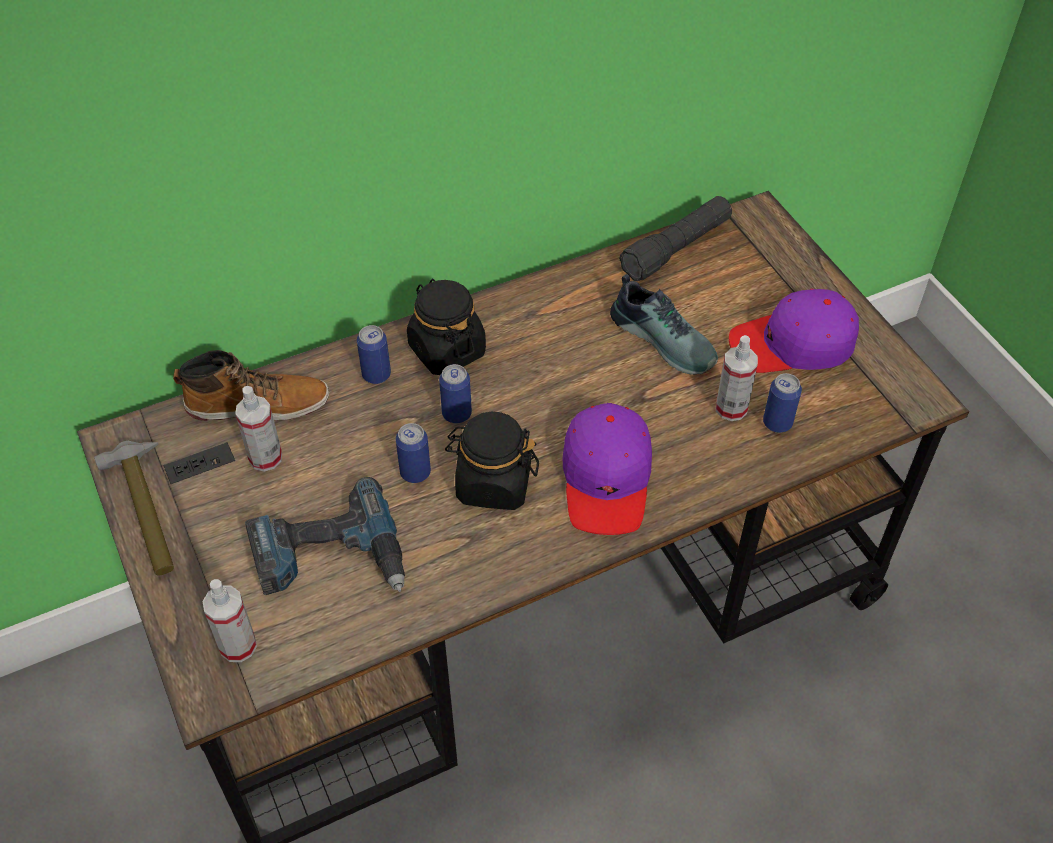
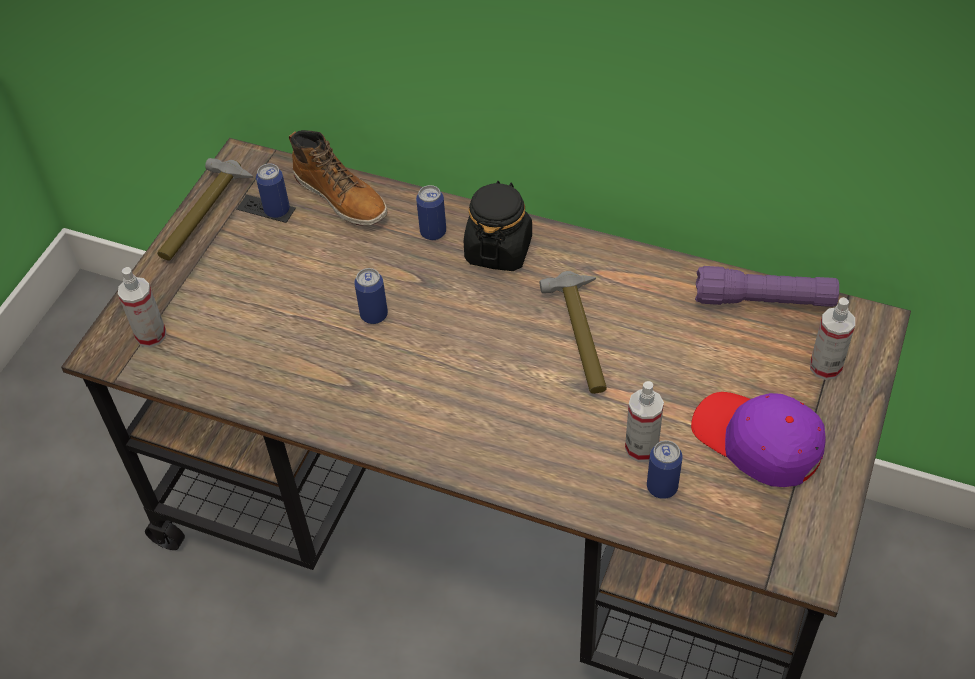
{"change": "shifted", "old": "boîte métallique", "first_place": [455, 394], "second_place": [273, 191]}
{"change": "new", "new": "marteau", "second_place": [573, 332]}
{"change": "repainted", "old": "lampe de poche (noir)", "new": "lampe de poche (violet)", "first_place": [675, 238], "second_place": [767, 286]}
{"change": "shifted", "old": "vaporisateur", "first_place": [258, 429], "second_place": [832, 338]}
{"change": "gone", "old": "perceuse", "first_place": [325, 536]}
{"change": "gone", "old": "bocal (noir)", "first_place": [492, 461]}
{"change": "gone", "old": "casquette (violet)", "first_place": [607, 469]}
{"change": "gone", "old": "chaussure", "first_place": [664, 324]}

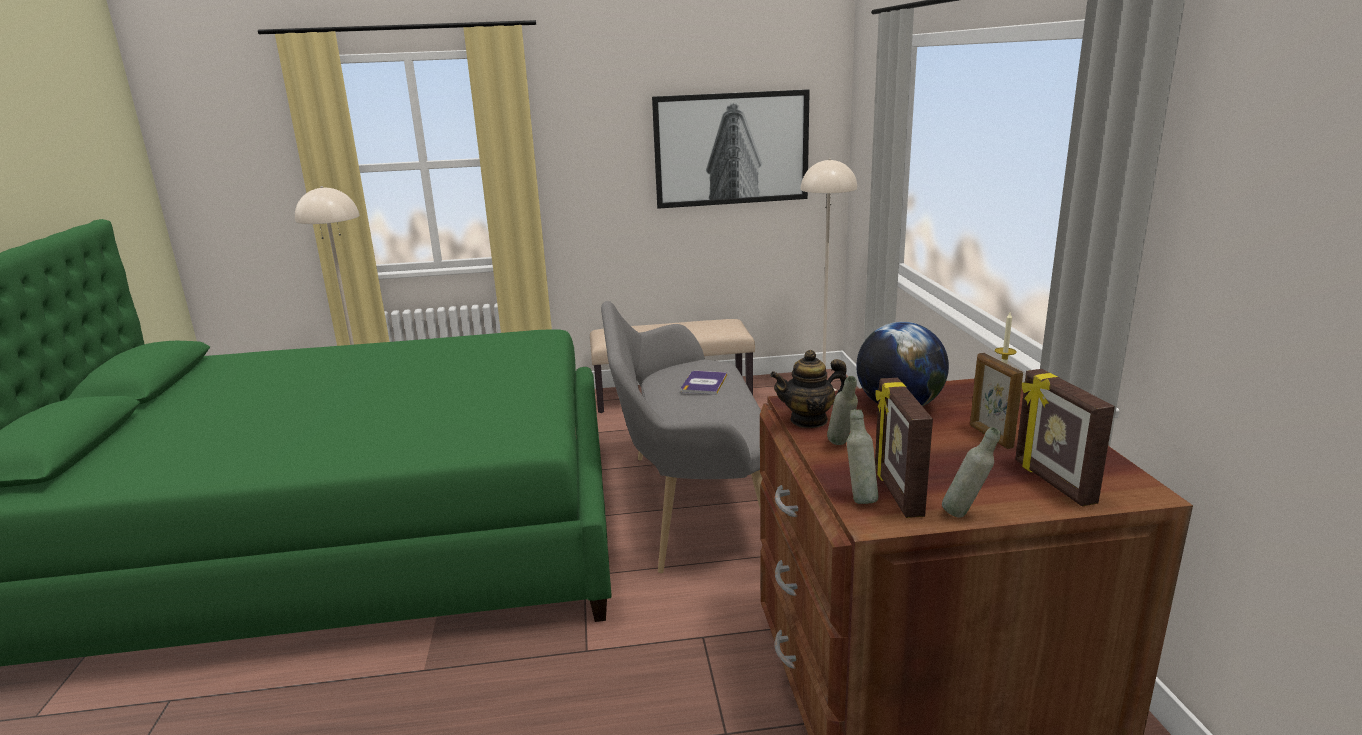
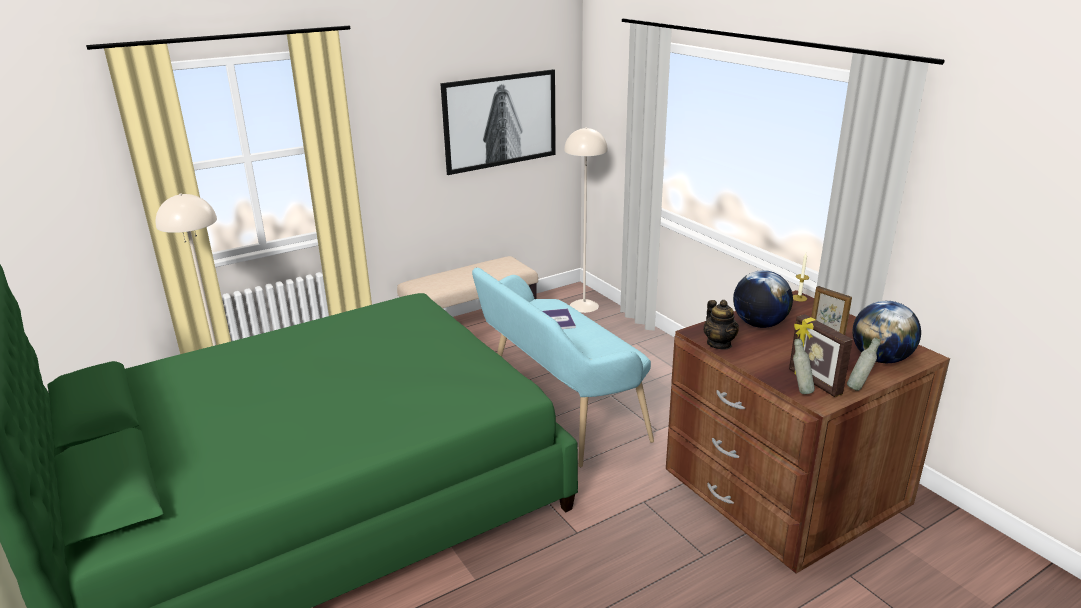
{"change": "repainted", "old": "banc (gris)", "new": "banc (turquoise)", "first_place": [682, 437], "second_place": [563, 367]}
{"change": "rotated", "old": "théière", "first_place": [808, 389], "second_place": [721, 325], "degrees": -75}
{"change": "swapped", "old": "cadre photo", "new": "globe", "first_place": [1065, 437], "second_place": [887, 332]}
{"change": "gone", "old": "bouteille (gris)", "first_place": [842, 410]}

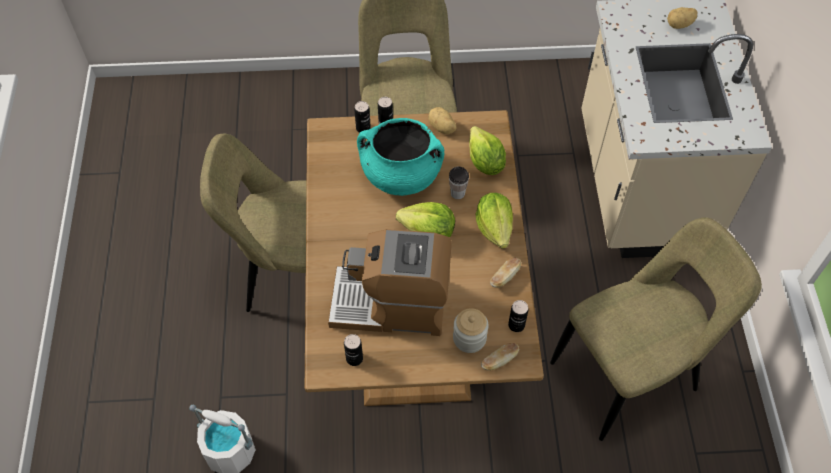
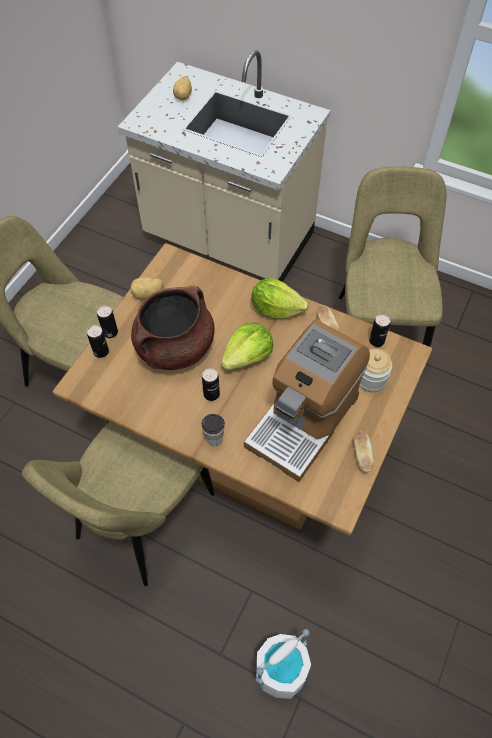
{"change": "repainted", "old": "marmite (turquoise)", "new": "marmite (marron)", "first_place": [400, 157], "second_place": [173, 328]}
{"change": "shifted", "old": "boîte métallique", "first_place": [353, 350], "second_place": [211, 384]}
{"change": "shifted", "old": "tasse", "first_place": [459, 183], "second_place": [213, 430]}
{"change": "shifted", "old": "pain", "first_place": [500, 357], "second_place": [364, 451]}
{"change": "gone", "old": "laitue", "first_place": [487, 150]}

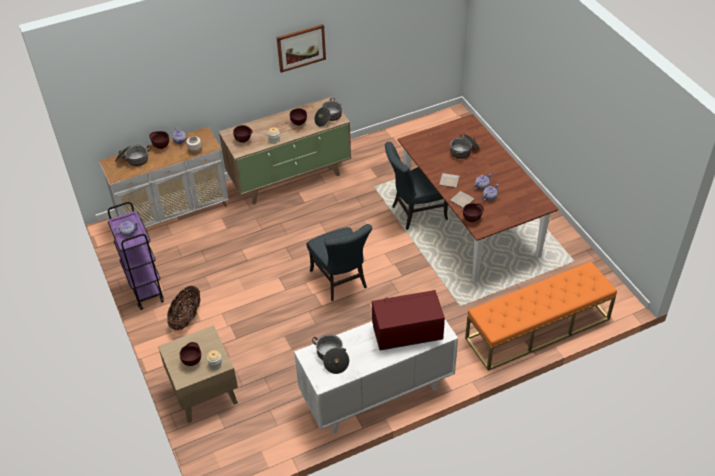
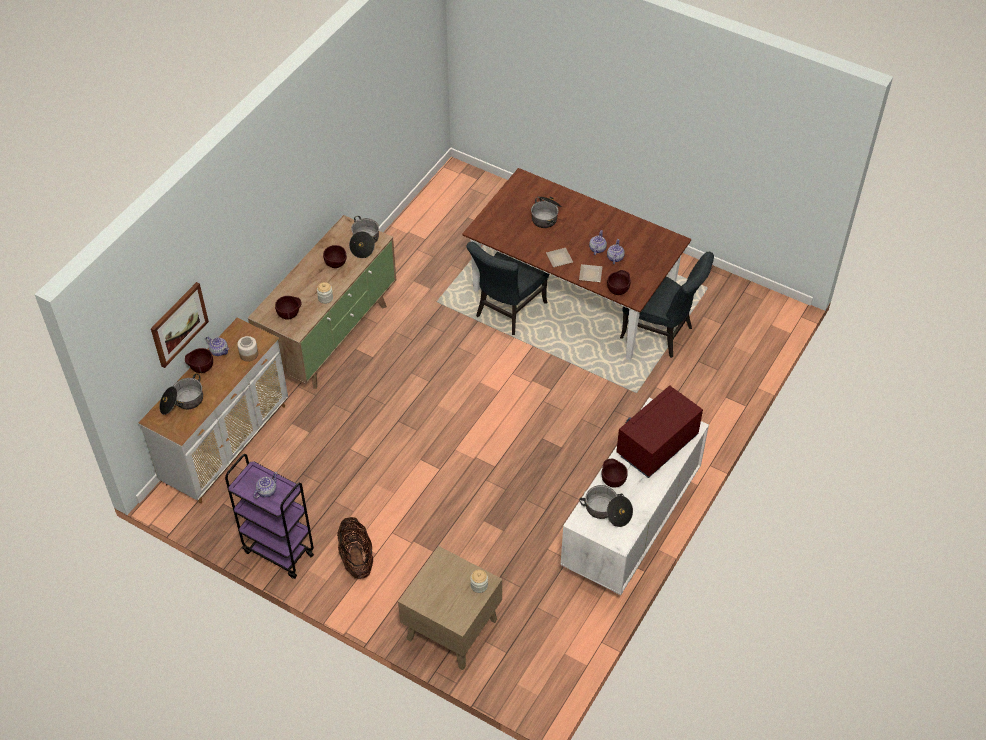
{"change": "shifted", "old": "tableau", "first_place": [301, 48], "second_place": [180, 325]}
{"change": "shifted", "old": "bol (marron)", "first_place": [190, 354], "second_place": [615, 473]}
{"change": "shifted", "old": "chaise (gris)", "first_place": [339, 262], "second_place": [667, 305]}
{"change": "gone", "old": "banc (orange)", "first_place": [541, 316]}

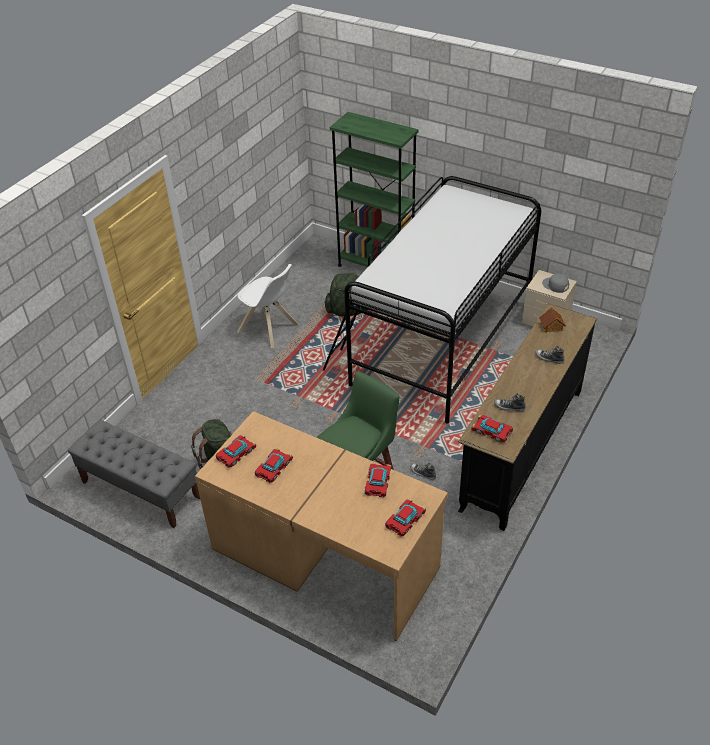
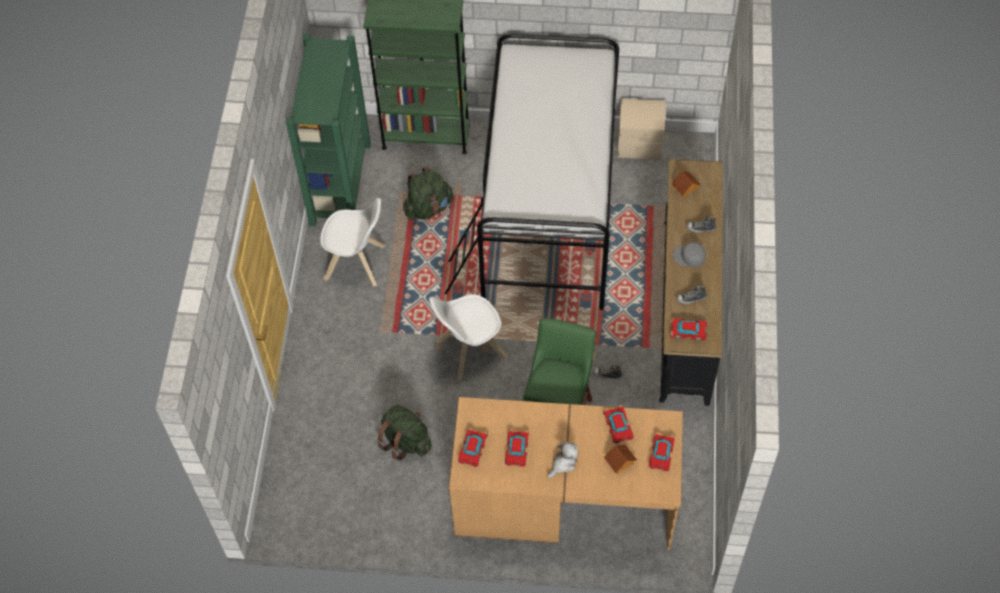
{"change": "new", "new": "bibliothèque (vert)", "second_place": [328, 129]}
{"change": "new", "new": "chaise (blanc)", "second_place": [468, 337]}
{"change": "new", "new": "peluche", "second_place": [563, 459]}
{"change": "new", "new": "maison miniature", "second_place": [620, 459]}
{"change": "shifted", "old": "casquette (gris)", "first_place": [555, 283], "second_place": [689, 255]}
{"change": "gone", "old": "banc (gris)", "first_place": [134, 474]}

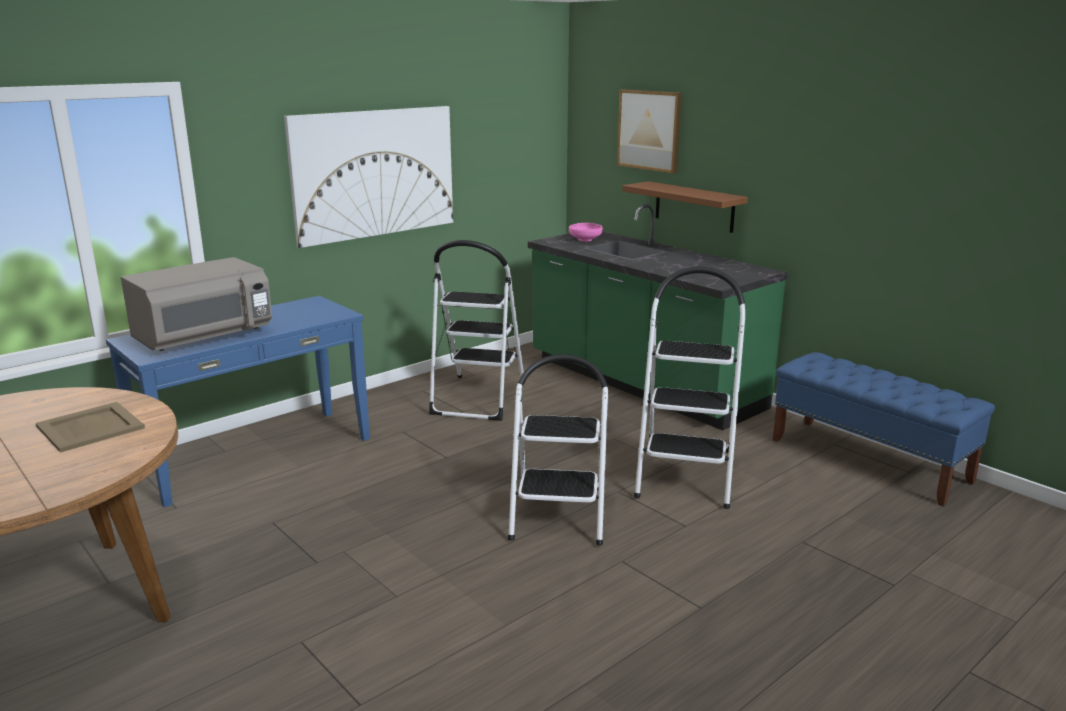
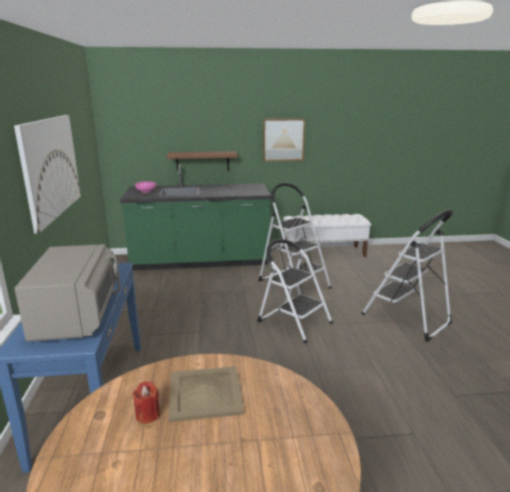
{"change": "new", "new": "bougie (rouge)", "second_place": [146, 402]}
{"change": "shifted", "old": "tableau", "first_place": [649, 131], "second_place": [284, 140]}
{"change": "repainted", "old": "banc (bleu)", "new": "banc (blanc)", "first_place": [884, 429], "second_place": [327, 237]}
{"change": "shifted", "old": "escabeau", "first_place": [476, 330], "second_place": [407, 275]}

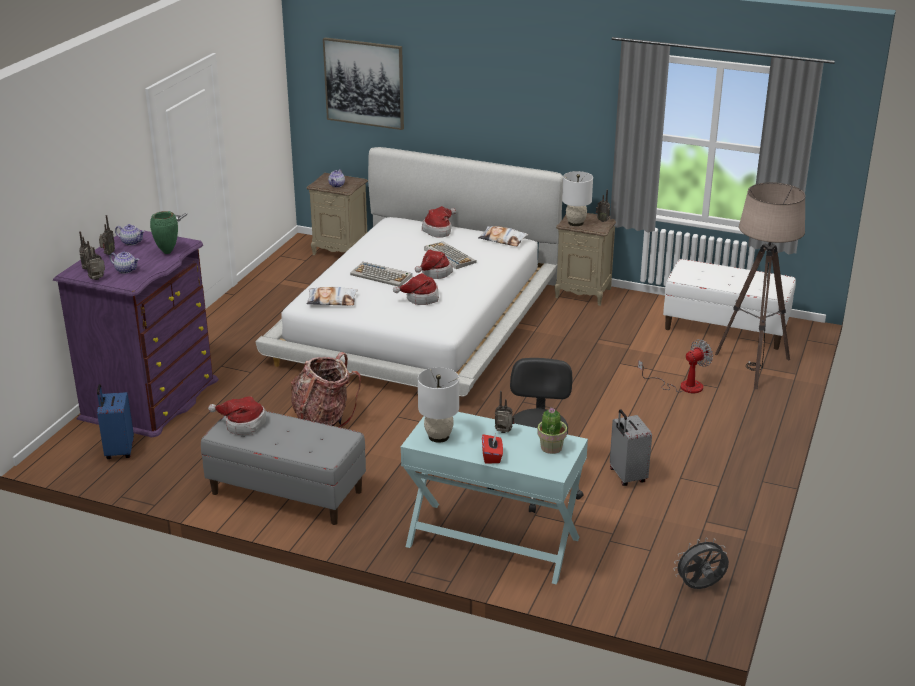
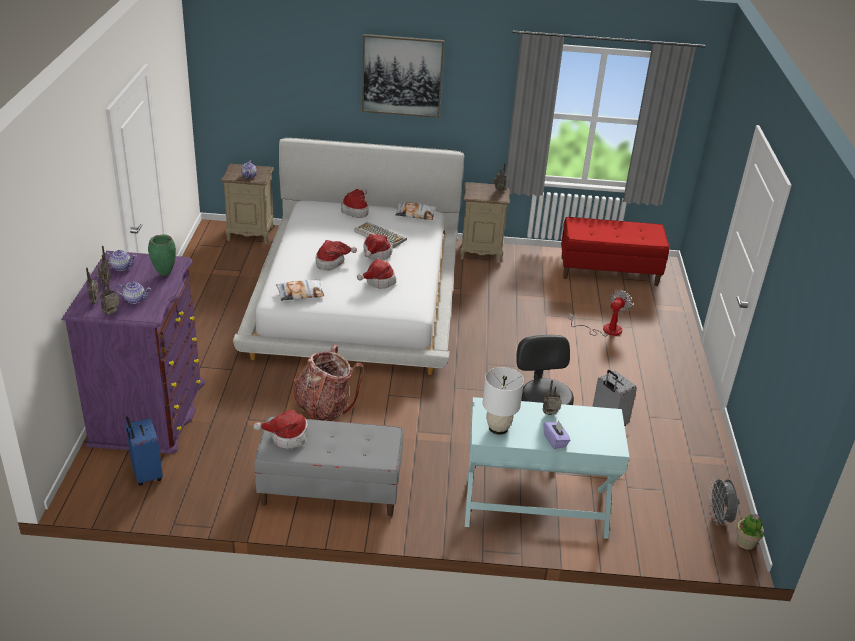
{"change": "swapped", "old": "clavier", "new": "chapeau", "first_place": [381, 274], "second_place": [336, 255]}
{"change": "shifted", "old": "tableau", "first_place": [363, 83], "second_place": [403, 76]}
{"change": "repainted", "old": "boîte à mouchoirs (rouge)", "new": "boîte à mouchoirs (violet)", "first_place": [492, 448], "second_place": [556, 435]}
{"change": "repainted", "old": "banc (blanc)", "new": "banc (rouge)", "first_place": [729, 304], "second_place": [615, 251]}
{"change": "rotated", "old": "ventilateur (gris)", "first_place": [701, 563], "second_place": [724, 501], "degrees": -60}
{"change": "shifted", "old": "plante en pot", "first_place": [552, 431], "second_place": [750, 532]}
{"change": "gone", "old": "lampe de table (blanc)", "first_place": [577, 198]}
{"change": "gone", "old": "lampadaire", "first_place": [760, 285]}

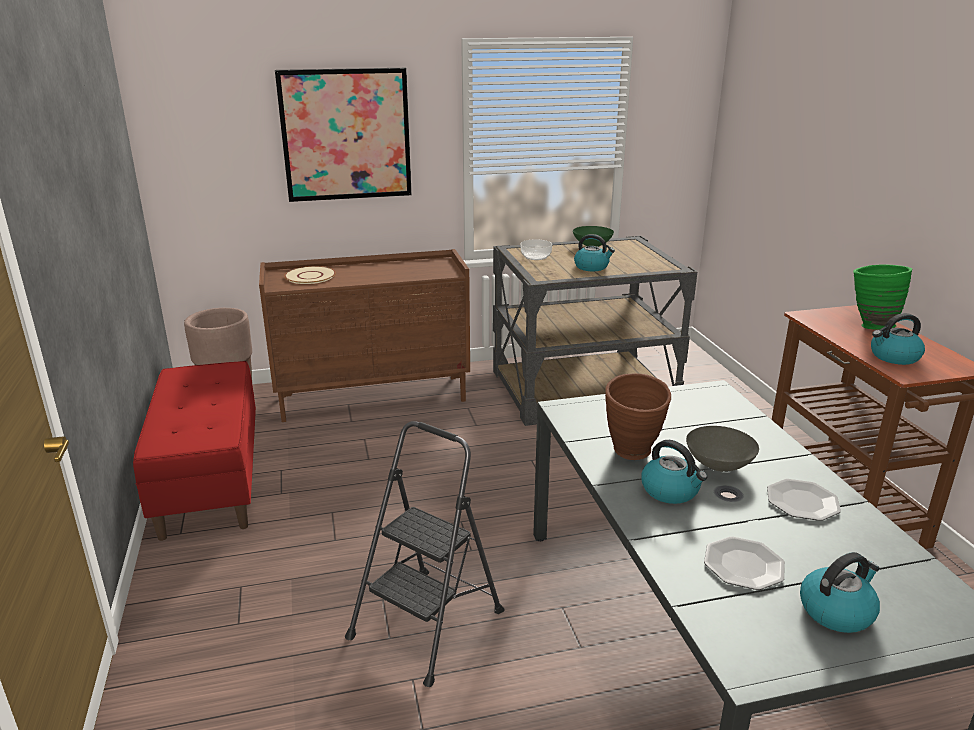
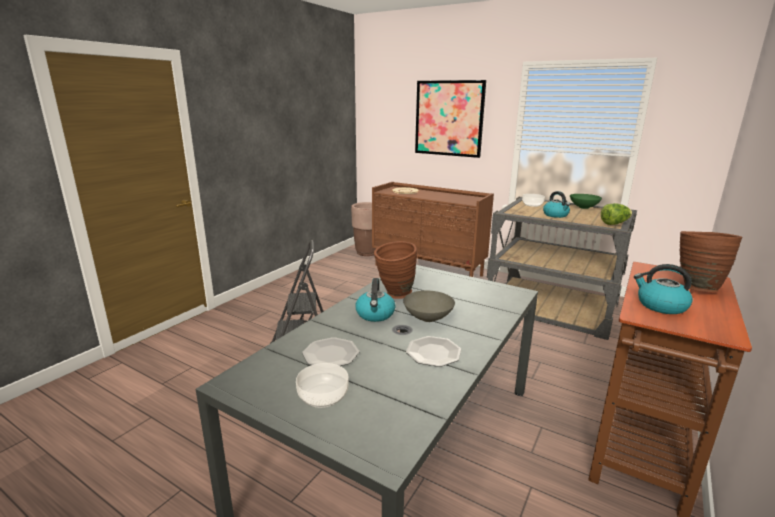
{"change": "swapped", "old": "bouilloire", "new": "bol", "first_place": [840, 592], "second_place": [322, 385]}
{"change": "new", "new": "laitue", "second_place": [616, 214]}
{"change": "repainted", "old": "vase (vert)", "new": "vase (marron)", "first_place": [882, 297], "second_place": [710, 261]}
{"change": "gone", "old": "banc (rouge)", "first_place": [194, 451]}

